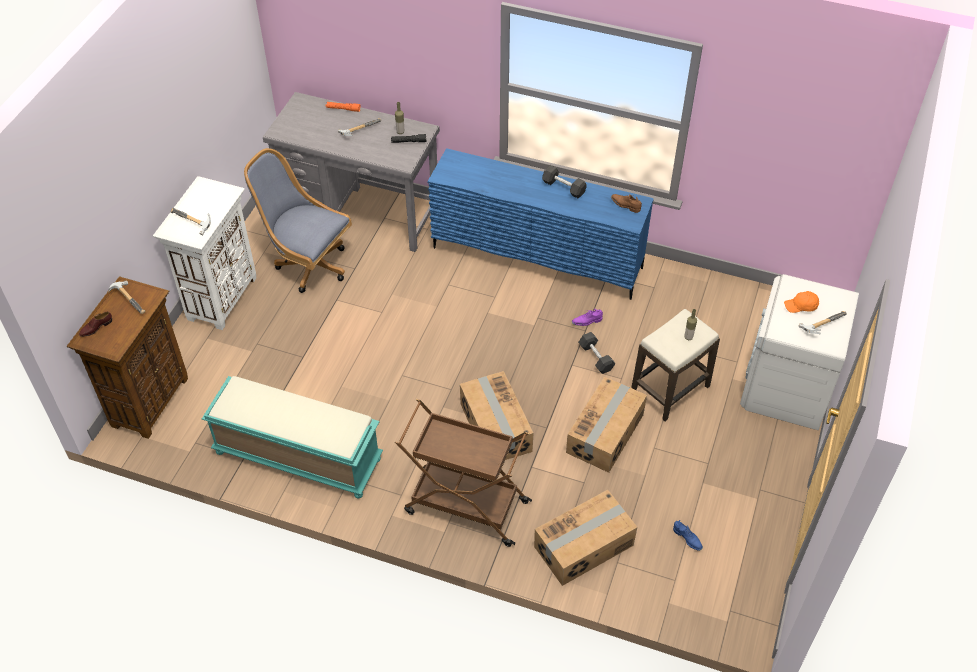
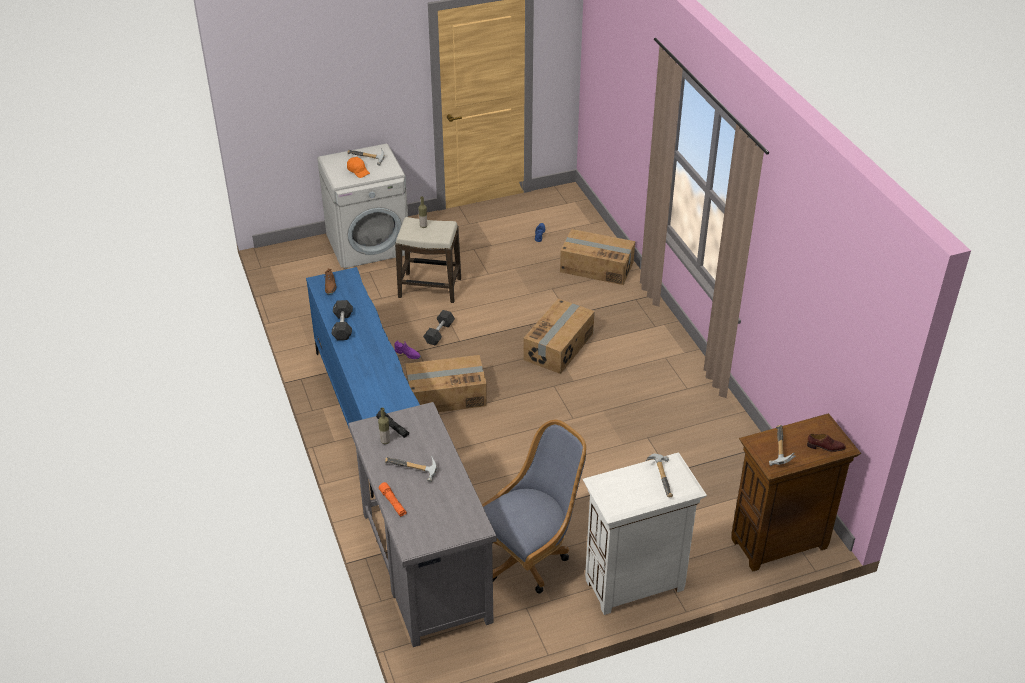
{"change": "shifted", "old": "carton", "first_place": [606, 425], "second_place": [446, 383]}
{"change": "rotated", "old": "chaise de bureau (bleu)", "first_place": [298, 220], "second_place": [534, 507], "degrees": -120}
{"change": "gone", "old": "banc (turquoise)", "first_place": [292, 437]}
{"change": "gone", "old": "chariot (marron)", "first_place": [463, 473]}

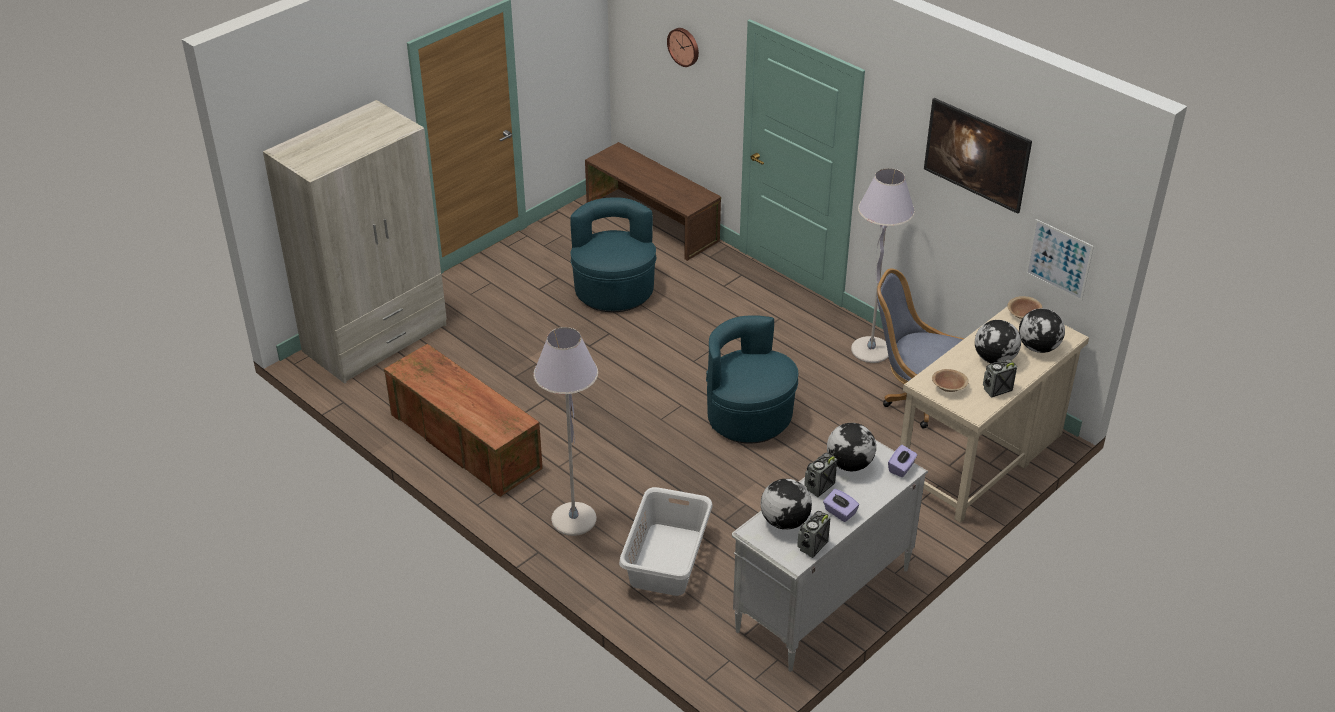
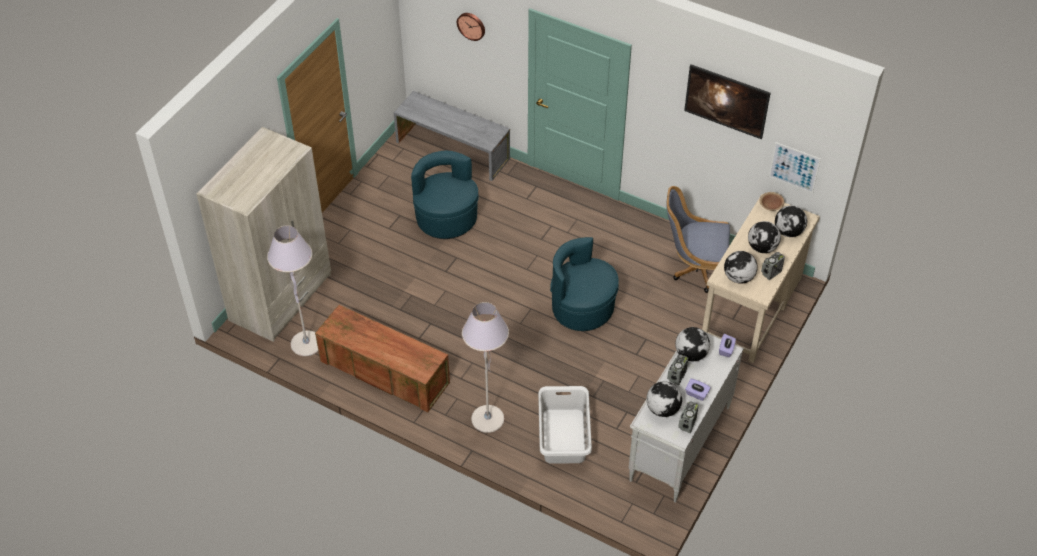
{"change": "shifted", "old": "lampadaire (gris)", "first_place": [883, 265], "second_place": [292, 290]}
{"change": "repainted", "old": "banc (marron)", "new": "banc (gris)", "first_place": [653, 201], "second_place": [452, 136]}
{"change": "swapped", "old": "bol (marron)", "new": "globe", "first_place": [950, 380], "second_place": [741, 267]}

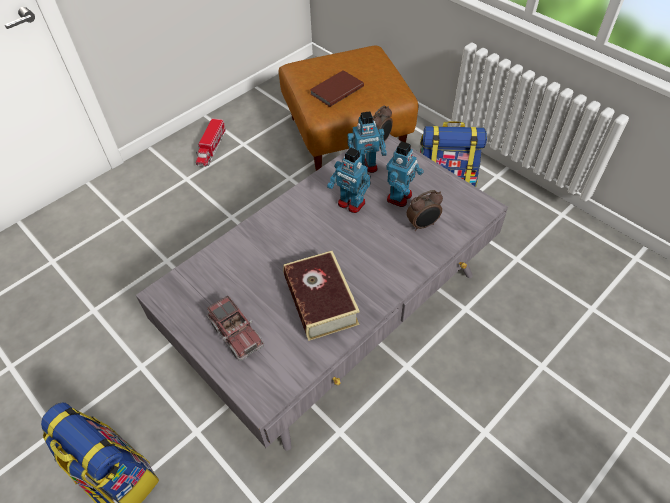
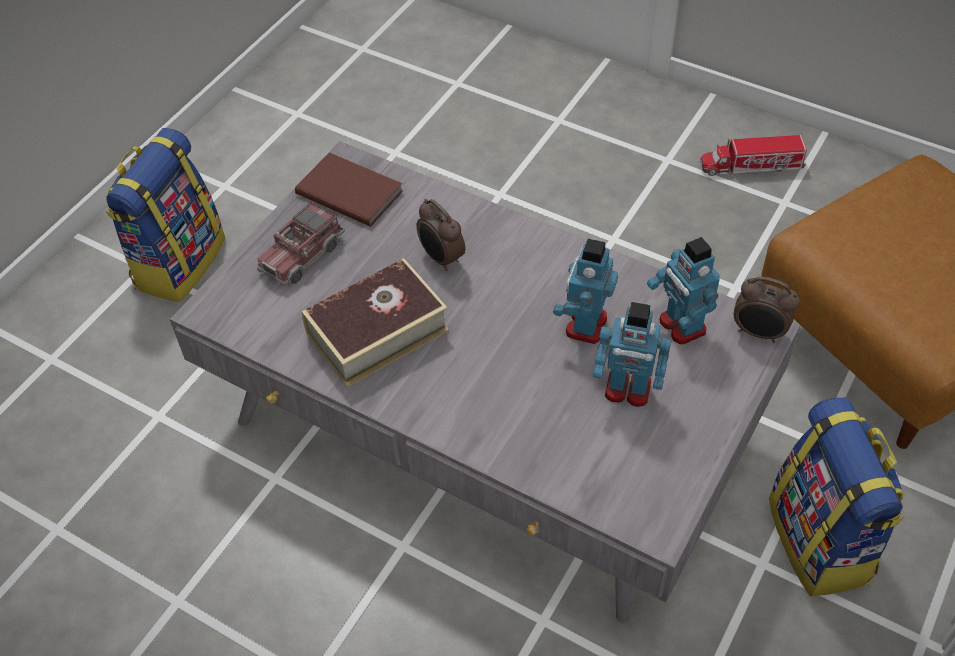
{"change": "shifted", "old": "livre (marron)", "first_place": [337, 88], "second_place": [349, 190]}
{"change": "shifted", "old": "réveil", "first_place": [424, 210], "second_place": [440, 235]}

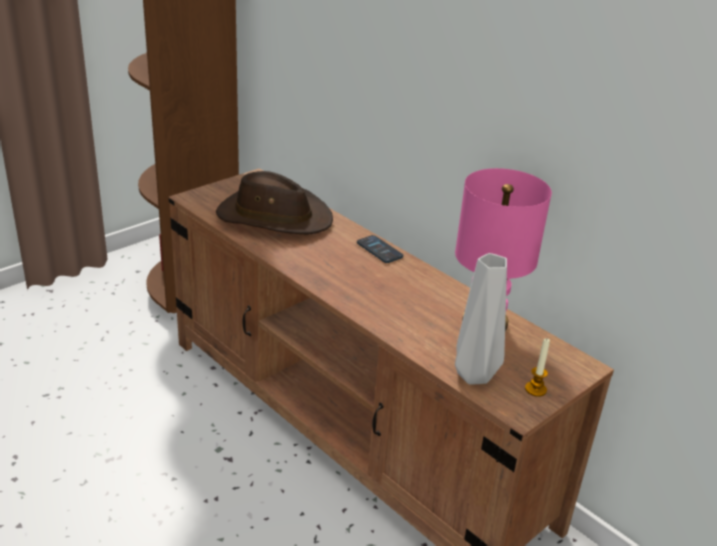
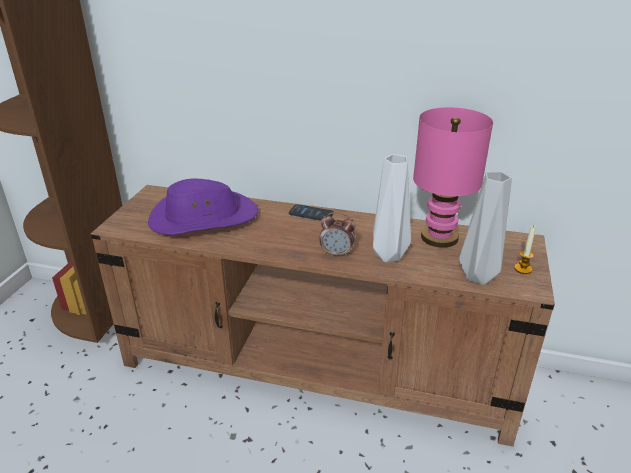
{"change": "repainted", "old": "chapeau (marron)", "new": "chapeau (violet)", "first_place": [274, 202], "second_place": [203, 207]}
{"change": "new", "new": "réveil", "second_place": [337, 235]}
{"change": "new", "new": "vase (blanc)", "second_place": [392, 208]}

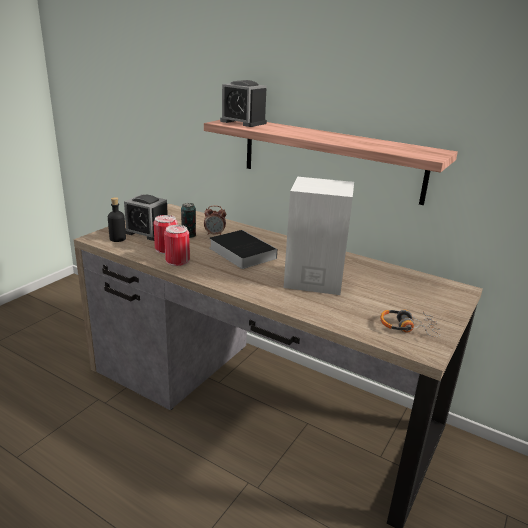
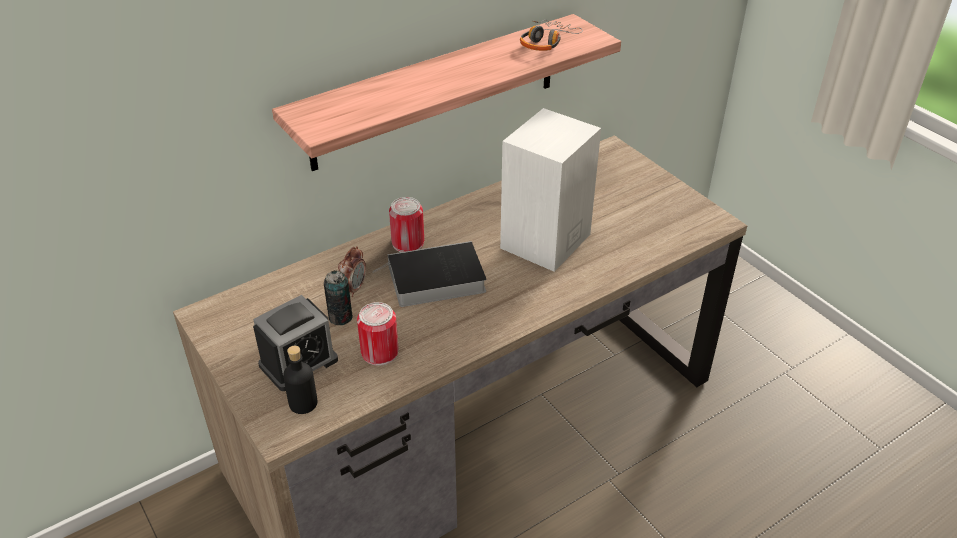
{"change": "shifted", "old": "boîte métallique", "first_place": [177, 245], "second_place": [406, 224]}
{"change": "shifted", "old": "casque audio", "first_place": [410, 323], "second_place": [551, 35]}
{"change": "gone", "old": "réveil", "first_place": [243, 103]}

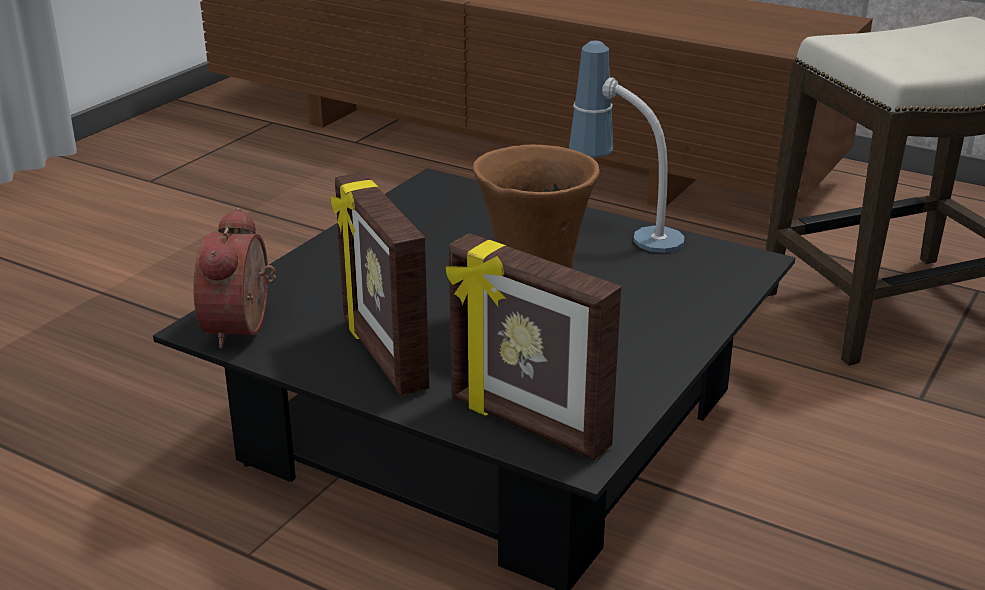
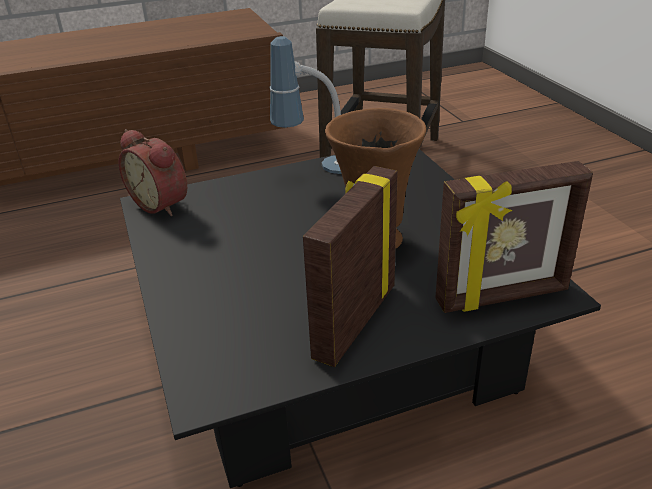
{"change": "shifted", "old": "réveil", "first_place": [234, 278], "second_place": [153, 172]}
{"change": "rotated", "old": "cadre photo", "first_place": [380, 284], "second_place": [350, 266], "degrees": 105}

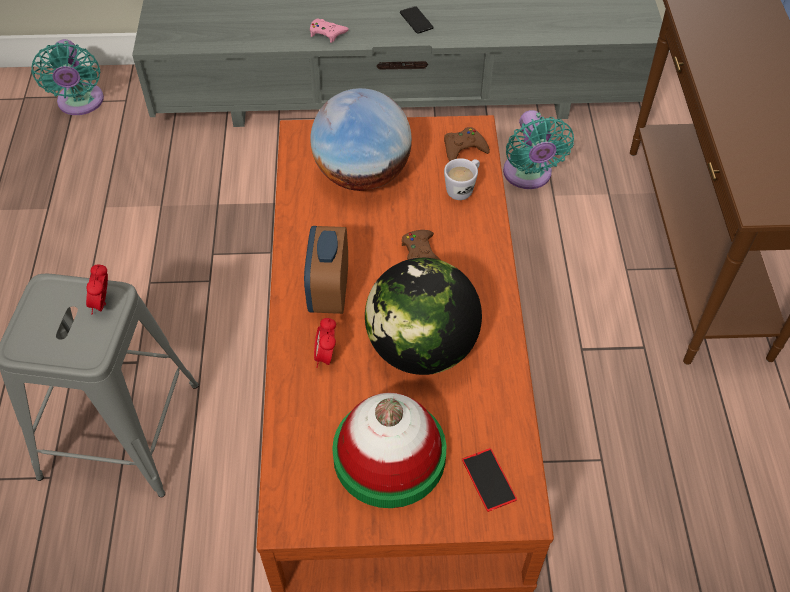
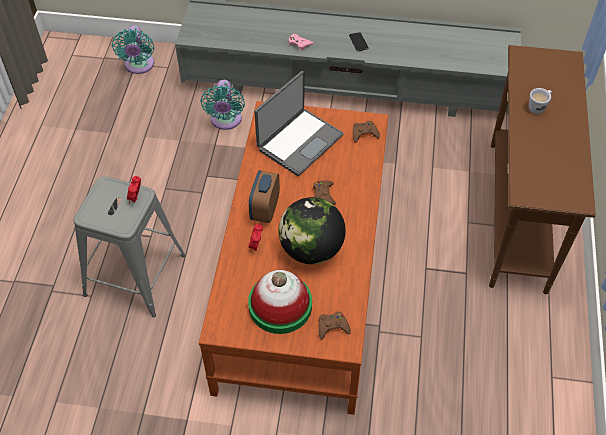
{"change": "shifted", "old": "ventilateur (turquoise)", "first_place": [538, 149], "second_place": [222, 105]}
{"change": "swapped", "old": "globe", "new": "ordinateur portable", "first_place": [361, 139], "second_place": [299, 123]}
{"change": "swapped", "old": "téléphone", "new": "manette (marron)", "first_place": [489, 480], "second_place": [334, 325]}
{"change": "shifted", "old": "mug (blanc)", "first_place": [462, 179], "second_place": [540, 101]}

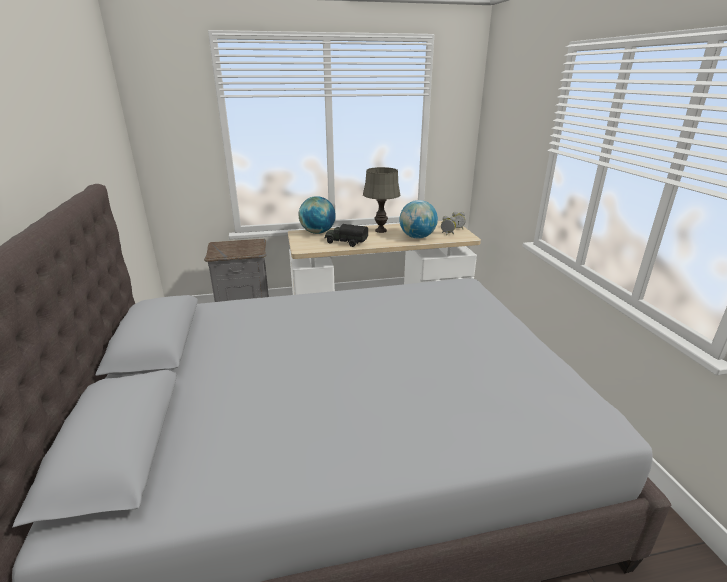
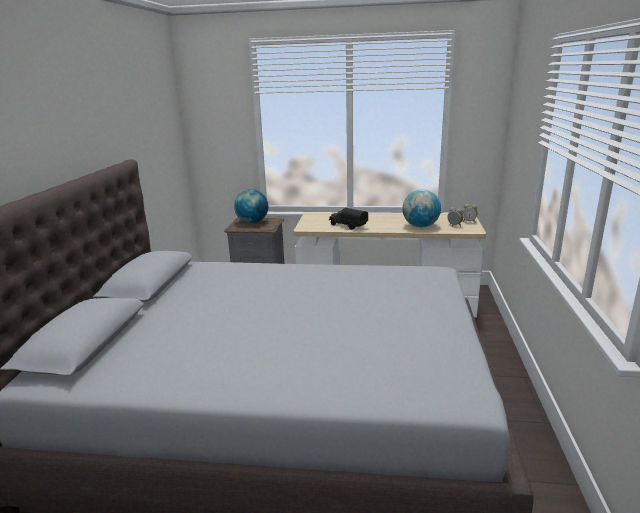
{"change": "shifted", "old": "globe", "first_place": [317, 215], "second_place": [251, 206]}
{"change": "gone", "old": "lampe de table (gris)", "first_place": [382, 200]}

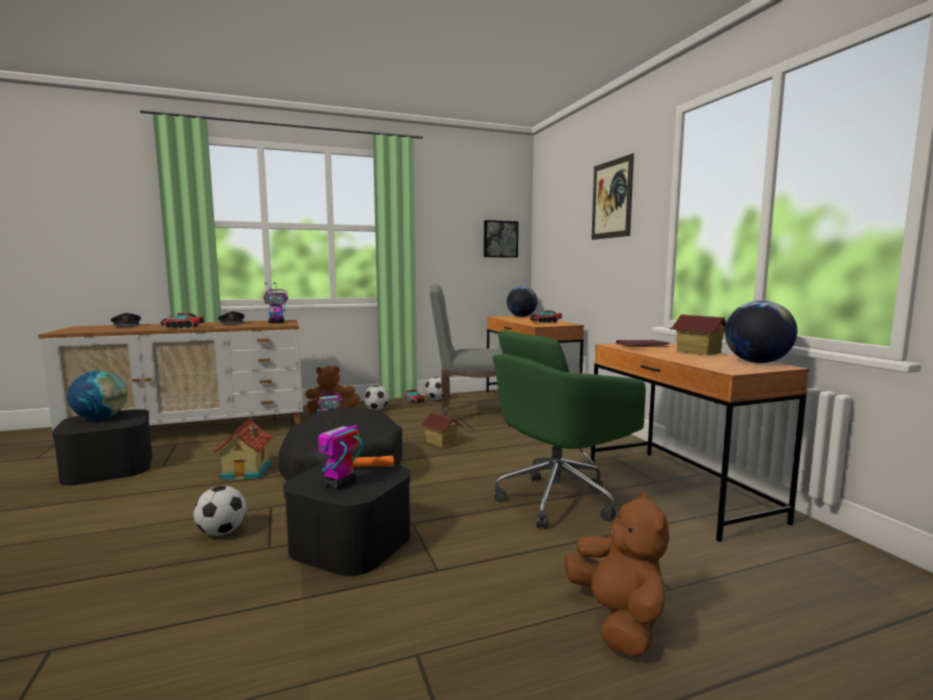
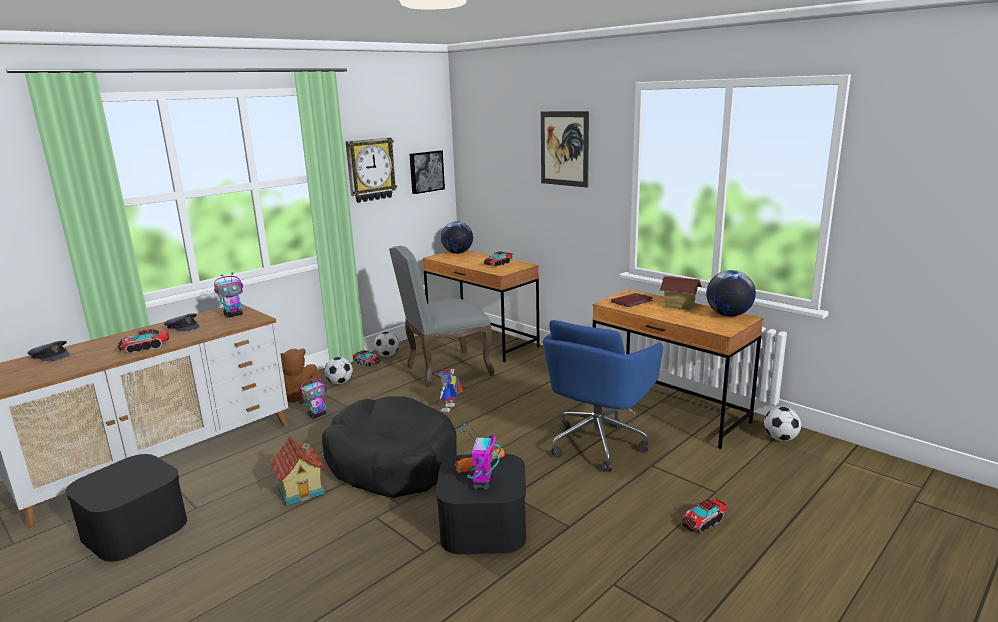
{"change": "new", "new": "horloge murale", "second_place": [371, 170]}
{"change": "swapped", "old": "maison miniature", "new": "robot jouet", "first_place": [442, 430], "second_place": [451, 390]}
{"change": "repainted", "old": "chaise de bureau (vert)", "new": "chaise de bureau (bleu)", "first_place": [569, 429], "second_place": [603, 396]}
{"change": "swapped", "old": "peluche (marron)", "new": "camion jouet", "first_place": [616, 574], "second_place": [704, 515]}
{"change": "shifted", "old": "ballon de foot", "first_place": [219, 511], "second_place": [782, 424]}
{"change": "gone", "old": "globe", "first_place": [97, 395]}

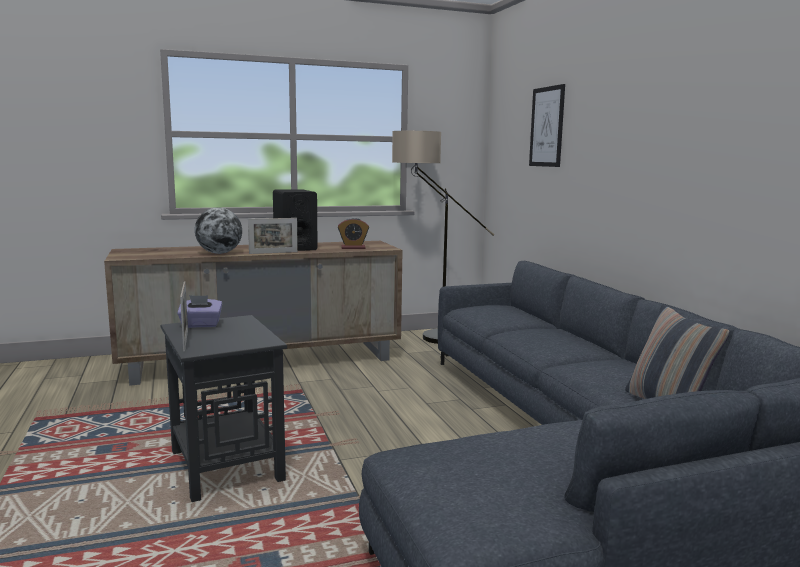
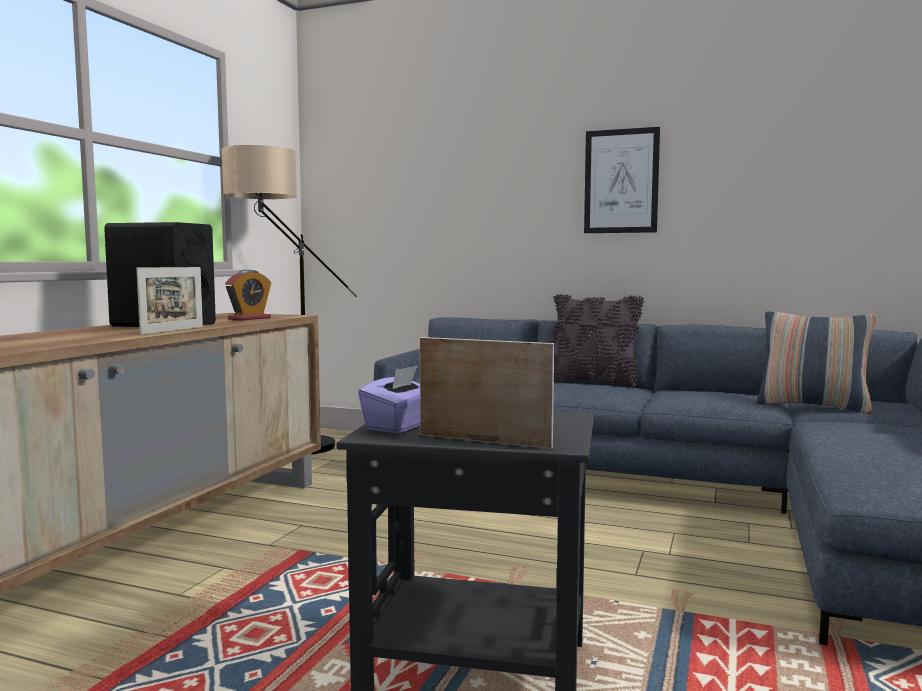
{"change": "new", "new": "coussin (noir)", "second_place": [597, 340]}
{"change": "shifted", "old": "tableau", "first_place": [547, 125], "second_place": [622, 180]}
{"change": "gone", "old": "globe", "first_place": [218, 230]}

